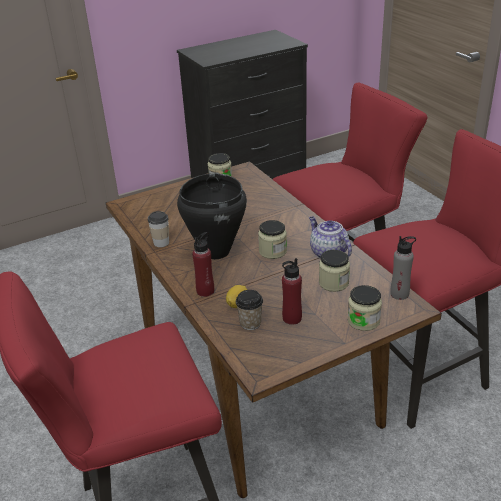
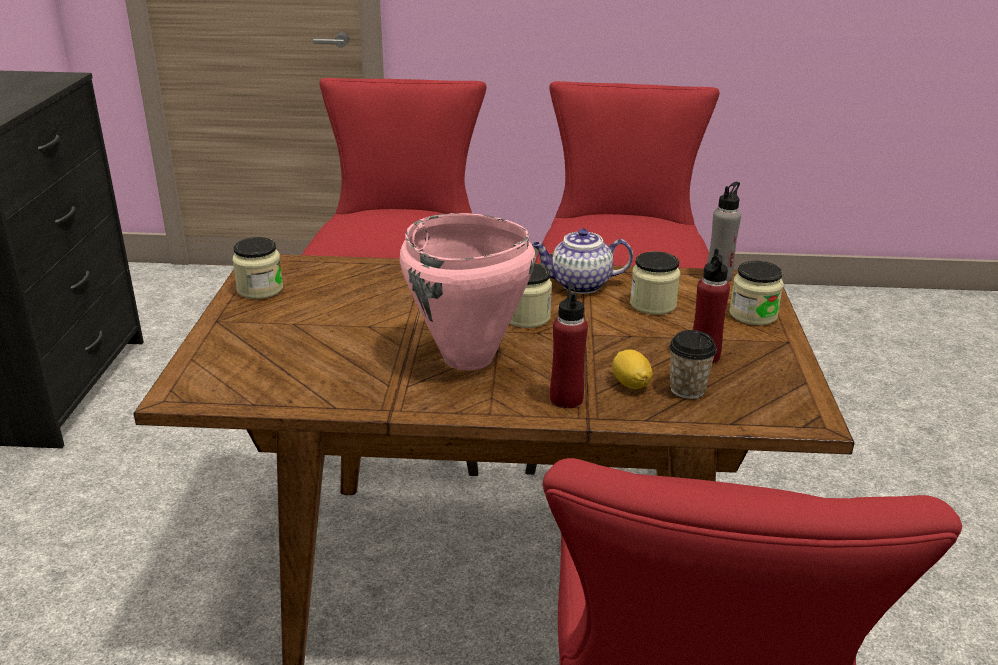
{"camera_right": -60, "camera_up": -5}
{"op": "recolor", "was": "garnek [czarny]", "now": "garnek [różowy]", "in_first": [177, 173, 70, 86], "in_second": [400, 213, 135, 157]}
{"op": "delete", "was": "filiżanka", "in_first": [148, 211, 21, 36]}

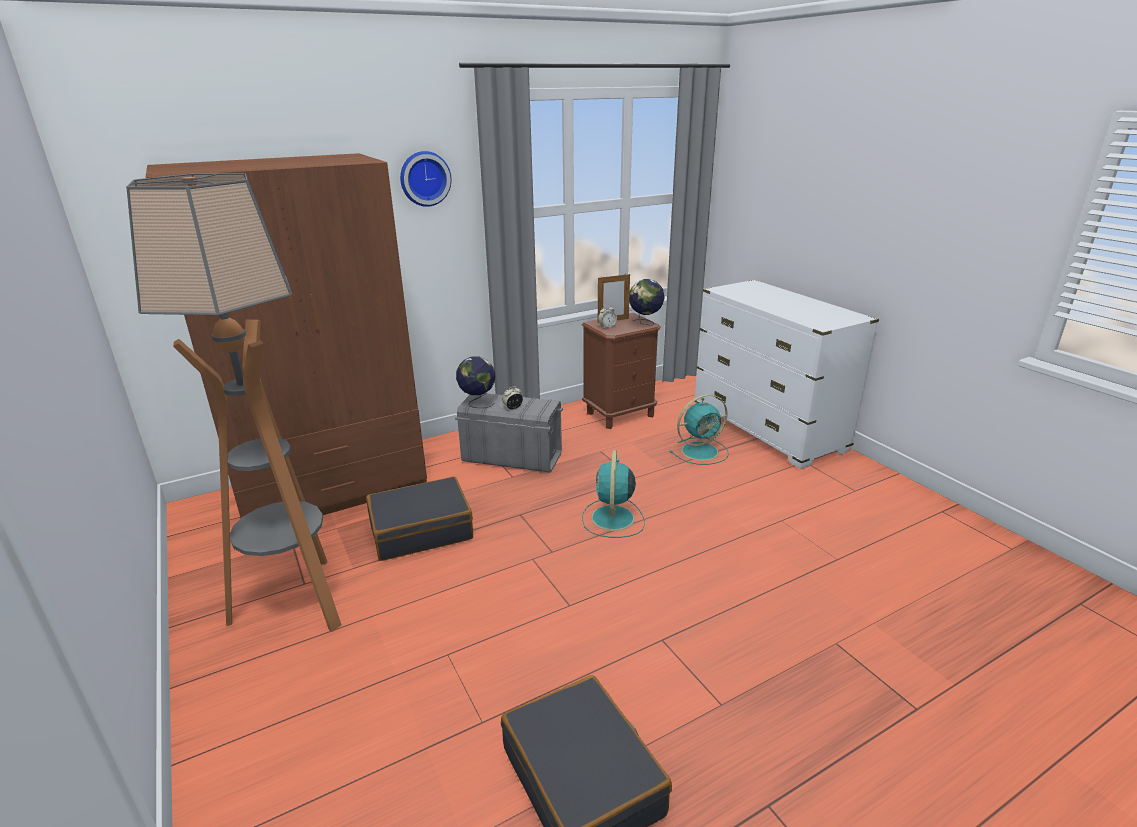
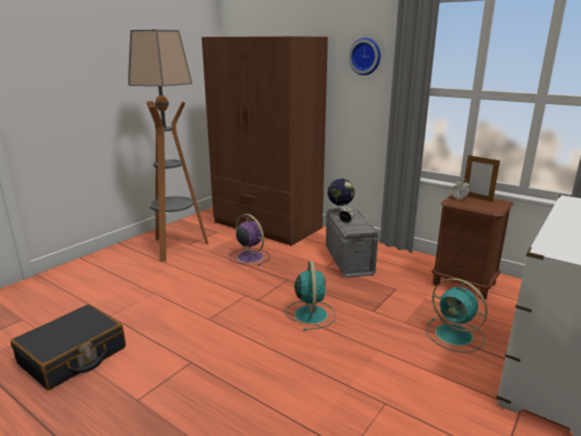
{"camera_right": 65, "camera_up": -5}
{"op": "replace", "was": "walizka [czarny]", "now": "wentylator [fioletowy]", "in_first": [366, 476, 107, 85], "in_second": [229, 214, 41, 52]}
{"op": "rotate", "was": "wentylator [turkusowy]", "in_first": [582, 450, 63, 88], "in_second": [286, 261, 50, 70], "clockwise": 105}
{"op": "delete", "was": "globus", "in_first": [629, 279, 36, 47]}

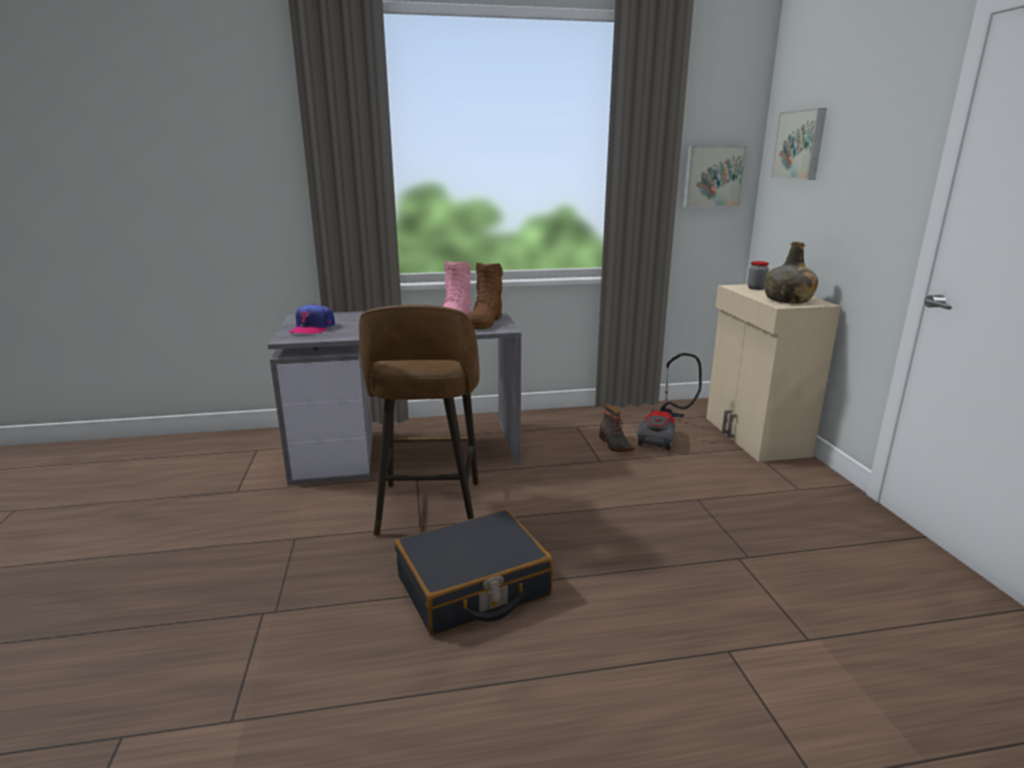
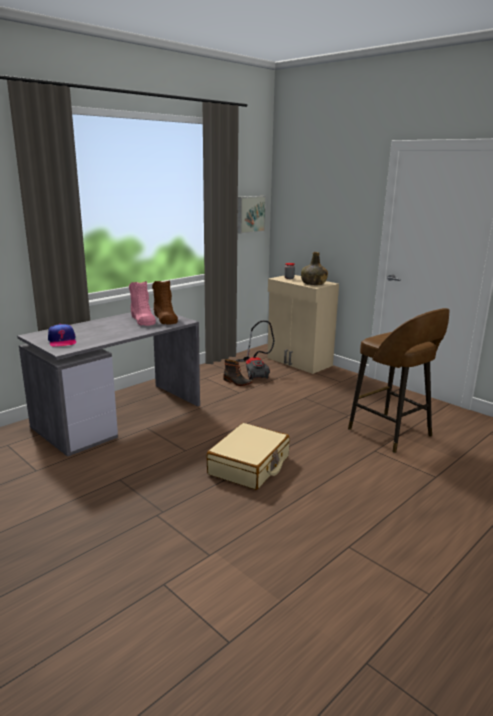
{"camera_right": -35, "camera_up": 0}
{"op": "recolor", "was": "walizka [czarny]", "now": "walizka [beżowy]", "in_first": [395, 510, 158, 125], "in_second": [207, 423, 83, 67]}
{"op": "move", "was": "stołek [brązowy]", "in_first": [359, 305, 120, 231], "in_second": [348, 308, 102, 145]}
{"op": "delete", "was": "obraz", "in_first": [771, 108, 56, 72]}

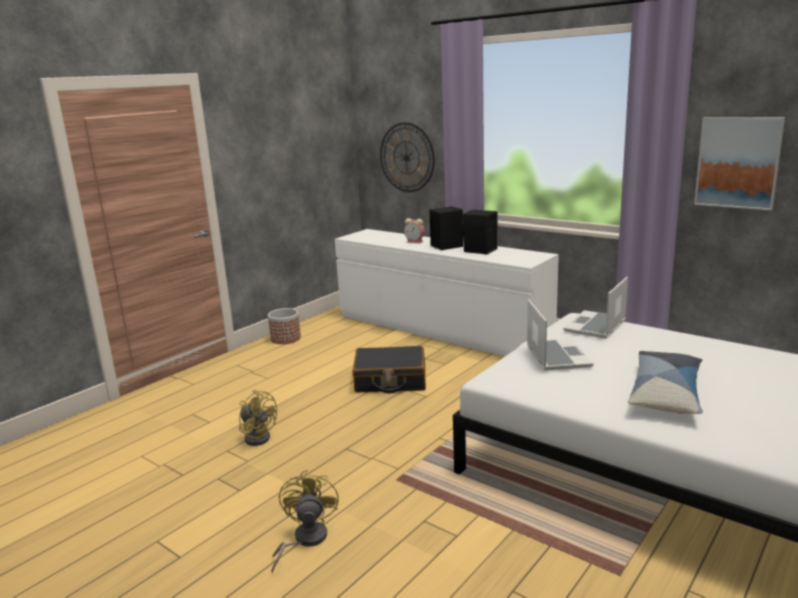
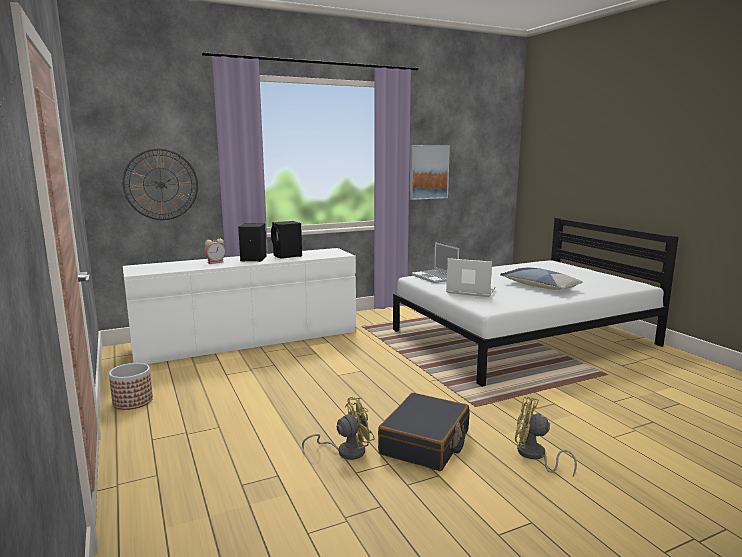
{"camera_right": -65, "camera_up": -5}
{"op": "move", "was": "walizka [czarny]", "in_first": [353, 346, 73, 47], "in_second": [378, 393, 92, 78]}

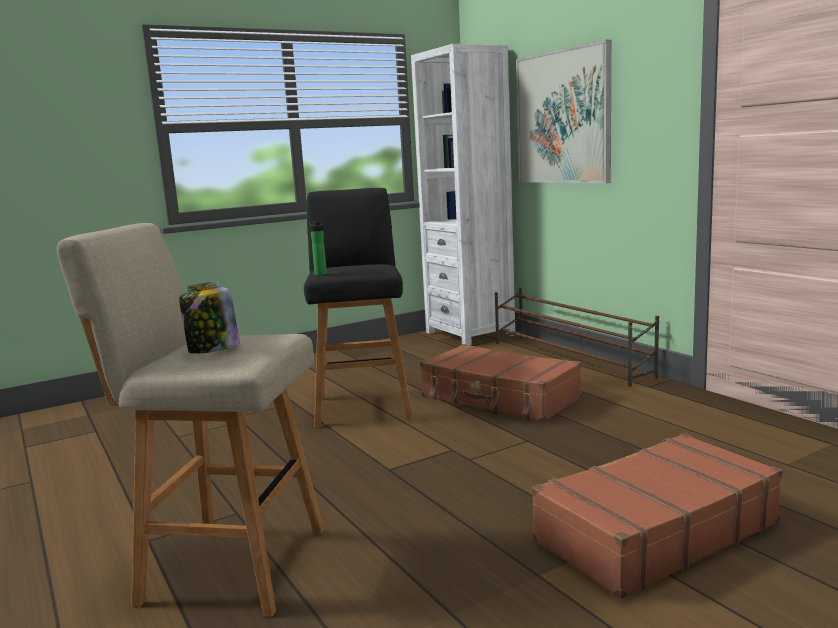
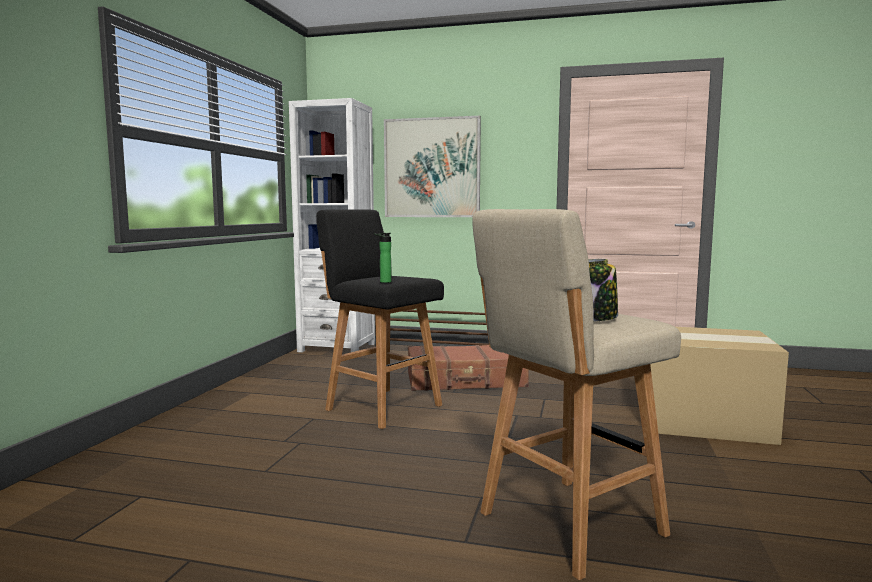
{"camera_right": -45, "camera_up": -5}
{"op": "replace", "was": "walizka [brązowy]", "now": "karton", "in_first": [532, 433, 251, 166], "in_second": [650, 327, 139, 118]}

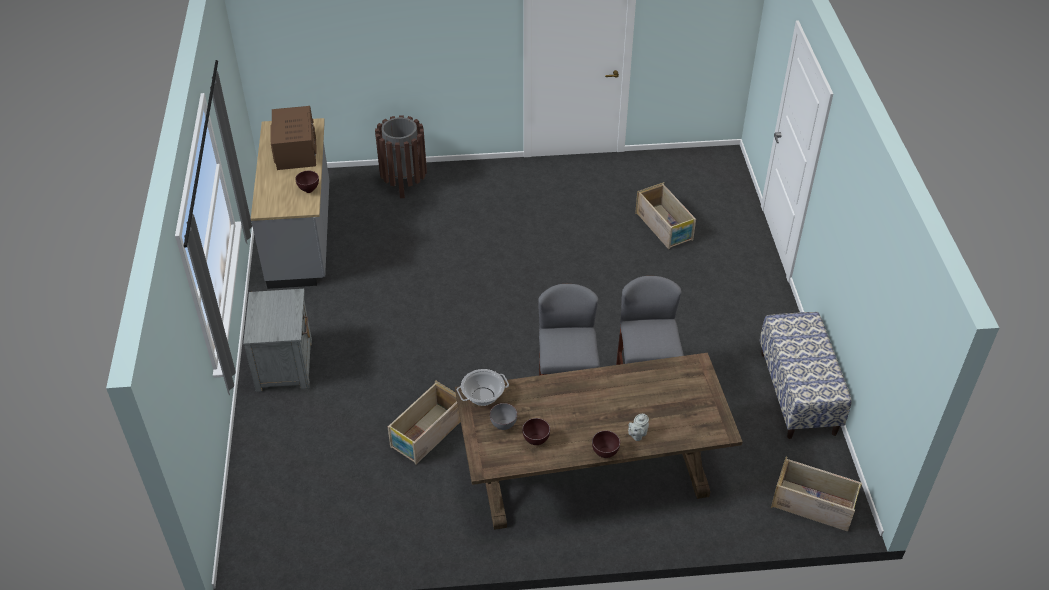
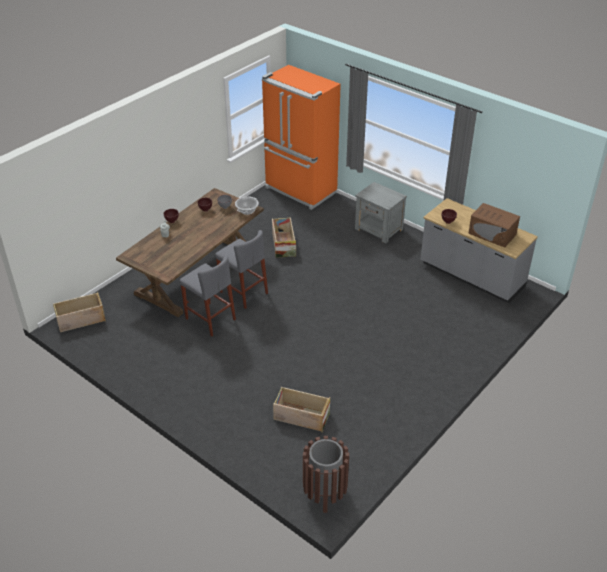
{"camera_right": 135, "camera_up": -5}
{"op": "insert", "now": "lodówka [pomarańczowy]", "in_second": [262, 65, 79, 145]}
{"op": "move", "was": "kosz na śmieci [brązowy]", "in_first": [375, 115, 52, 83], "in_second": [303, 436, 46, 77]}
{"op": "delete", "was": "ławka", "in_first": [759, 312, 93, 127]}

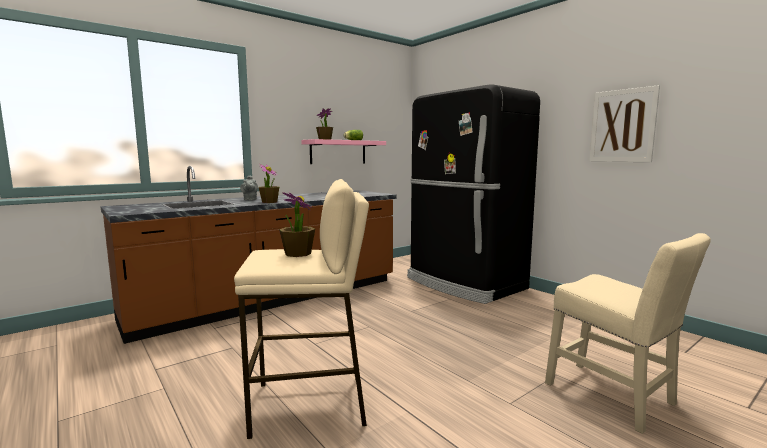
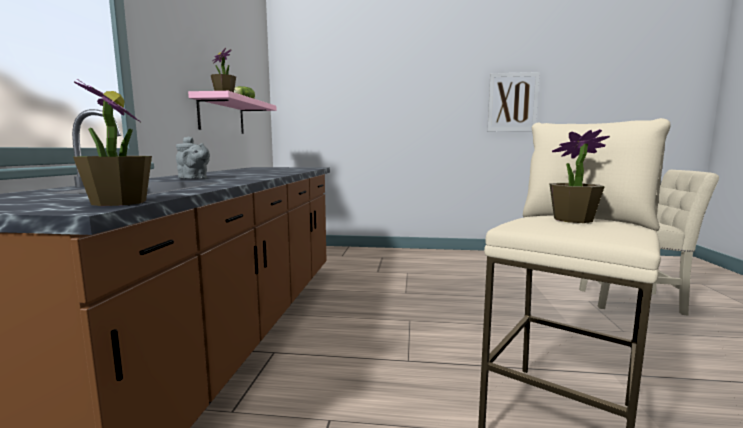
{"camera_right": -45, "camera_up": 0}
{"op": "move", "was": "roślina doniczkowa", "in_first": [259, 164, 20, 39], "in_second": [73, 79, 79, 127]}
{"op": "delete", "was": "lodówka [czarny]", "in_first": [407, 84, 133, 220]}

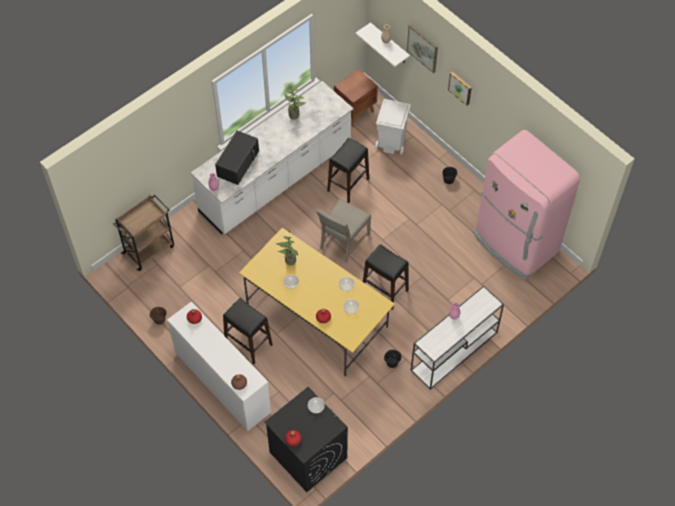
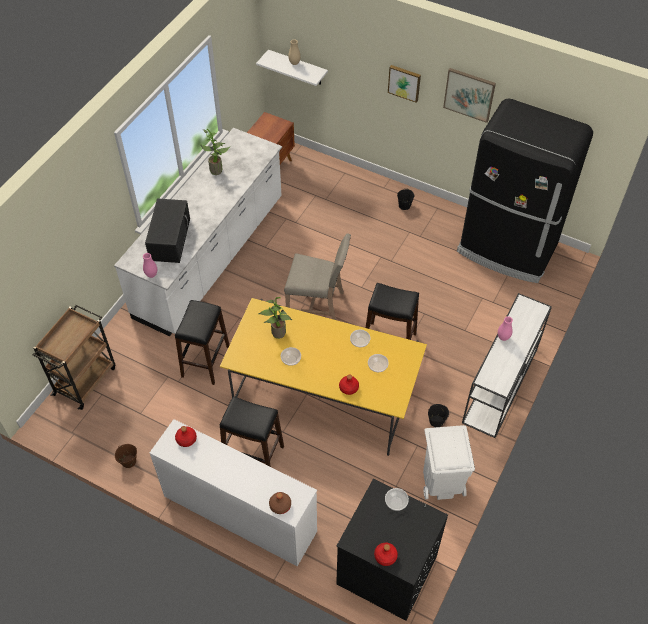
{"camera_right": -20, "camera_up": -5}
{"op": "move", "was": "stołek [czarny]", "in_first": [327, 138, 42, 65], "in_second": [175, 300, 54, 85]}
{"op": "rotate", "was": "krzesło [beżowy]", "in_first": [316, 199, 55, 64], "in_second": [284, 233, 67, 87], "clockwise": -90}
{"op": "move", "was": "kosz na śmieci [biały]", "in_first": [375, 99, 36, 56], "in_second": [423, 425, 52, 75]}
{"op": "move", "was": "obraz", "in_first": [407, 24, 31, 49], "in_second": [443, 68, 53, 55]}
{"op": "recolor", "was": "lodówka [różowy]", "now": "lodówka [czarny]", "in_first": [473, 130, 107, 150], "in_second": [457, 98, 136, 185]}

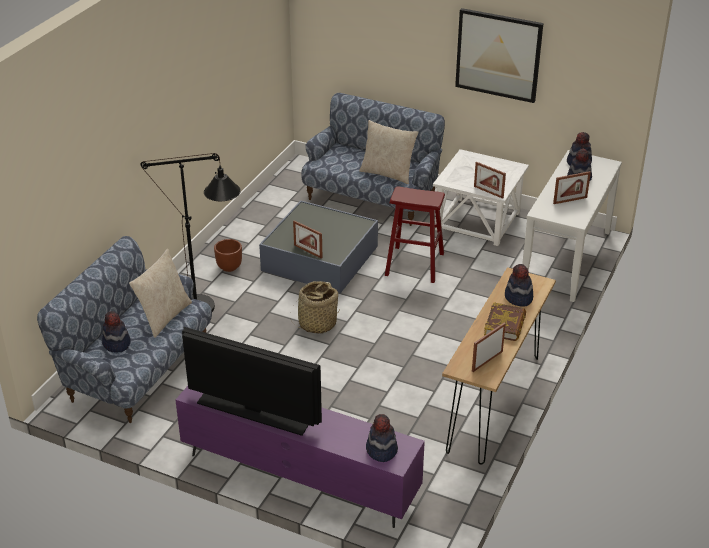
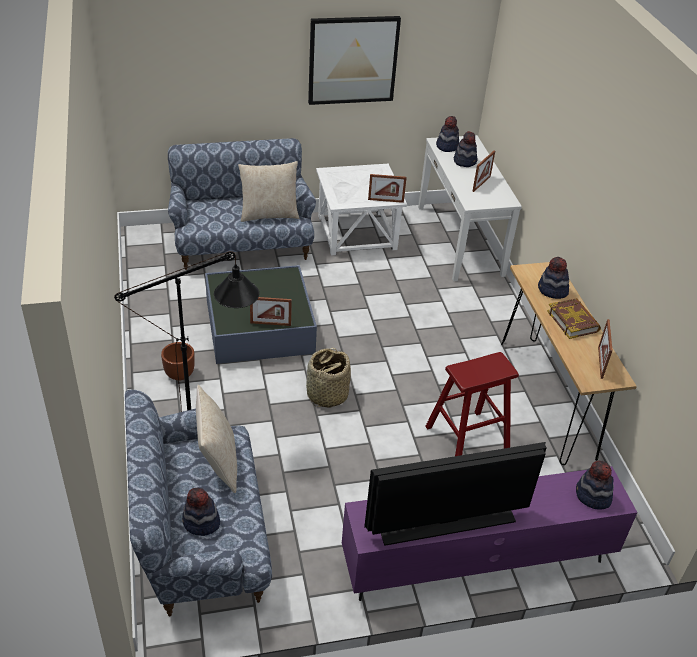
{"camera_right": -40, "camera_up": 5}
{"op": "move", "was": "stołek [czerwony]", "in_first": [385, 186, 60, 97], "in_second": [425, 352, 94, 104]}

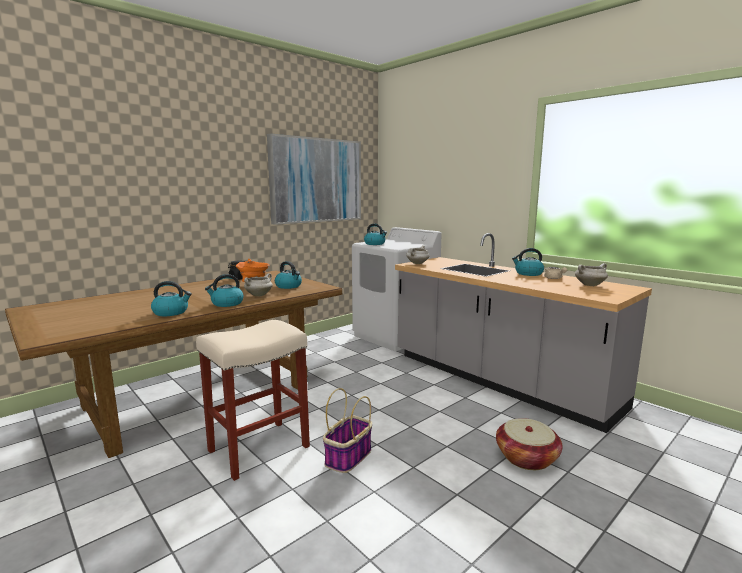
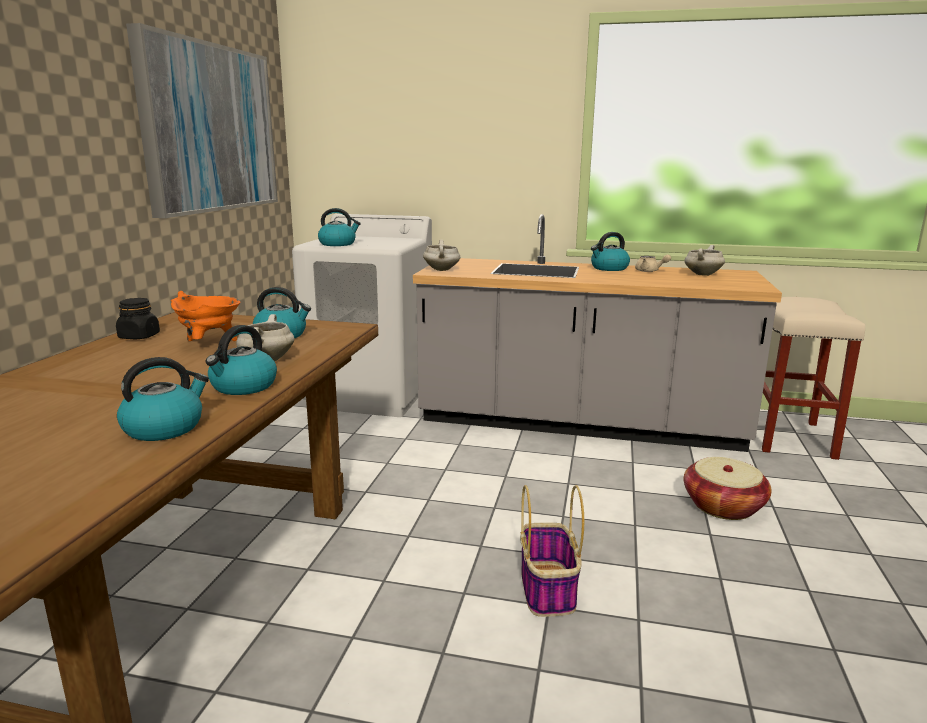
{"camera_right": -35, "camera_up": 5}
{"op": "move", "was": "stołek [beżowy]", "in_first": [196, 320, 114, 161], "in_second": [762, 297, 103, 163]}

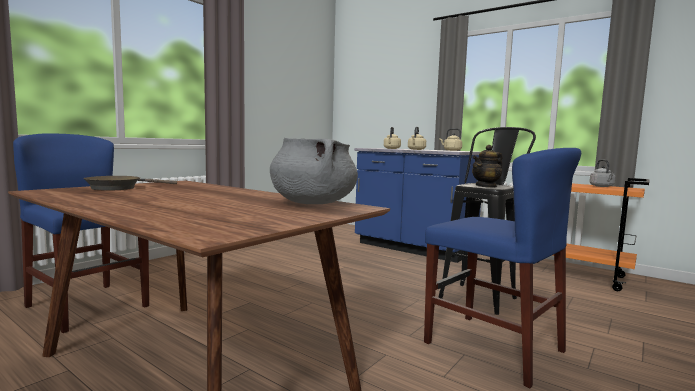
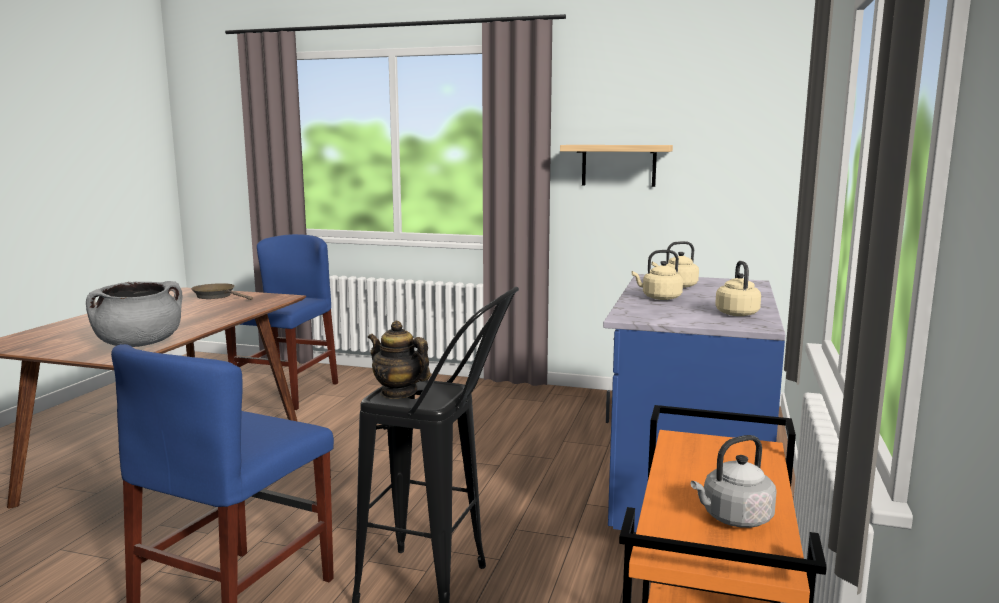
{"camera_right": 70, "camera_up": 5}
{"op": "insert", "now": "półka", "in_second": [560, 145, 113, 42]}

